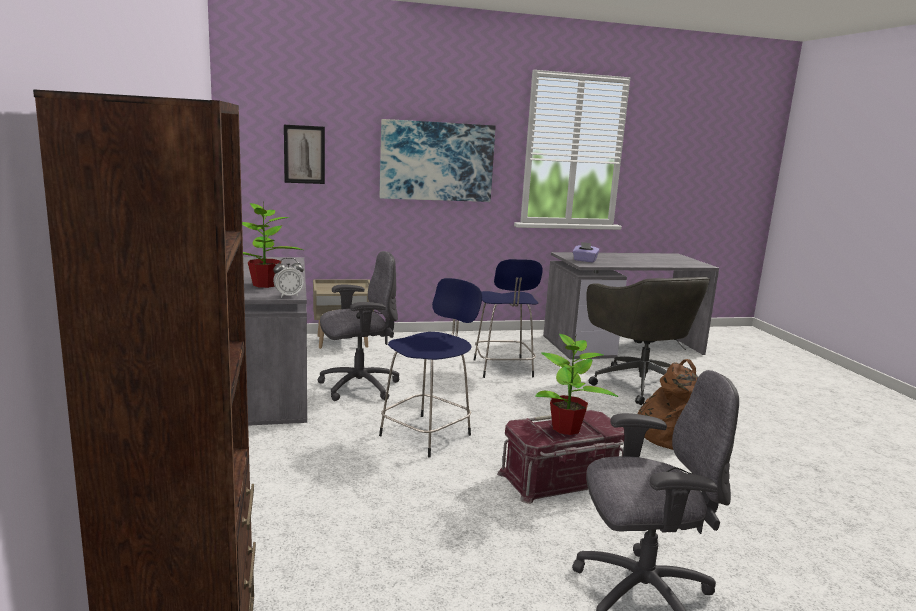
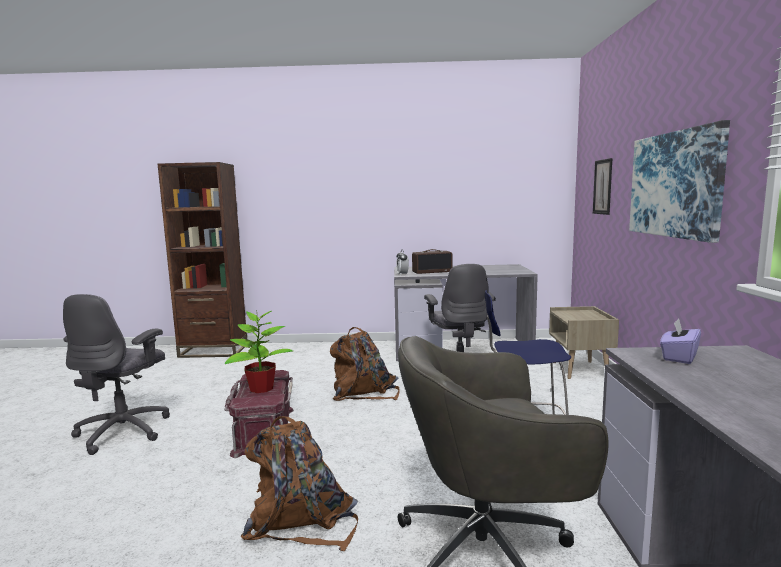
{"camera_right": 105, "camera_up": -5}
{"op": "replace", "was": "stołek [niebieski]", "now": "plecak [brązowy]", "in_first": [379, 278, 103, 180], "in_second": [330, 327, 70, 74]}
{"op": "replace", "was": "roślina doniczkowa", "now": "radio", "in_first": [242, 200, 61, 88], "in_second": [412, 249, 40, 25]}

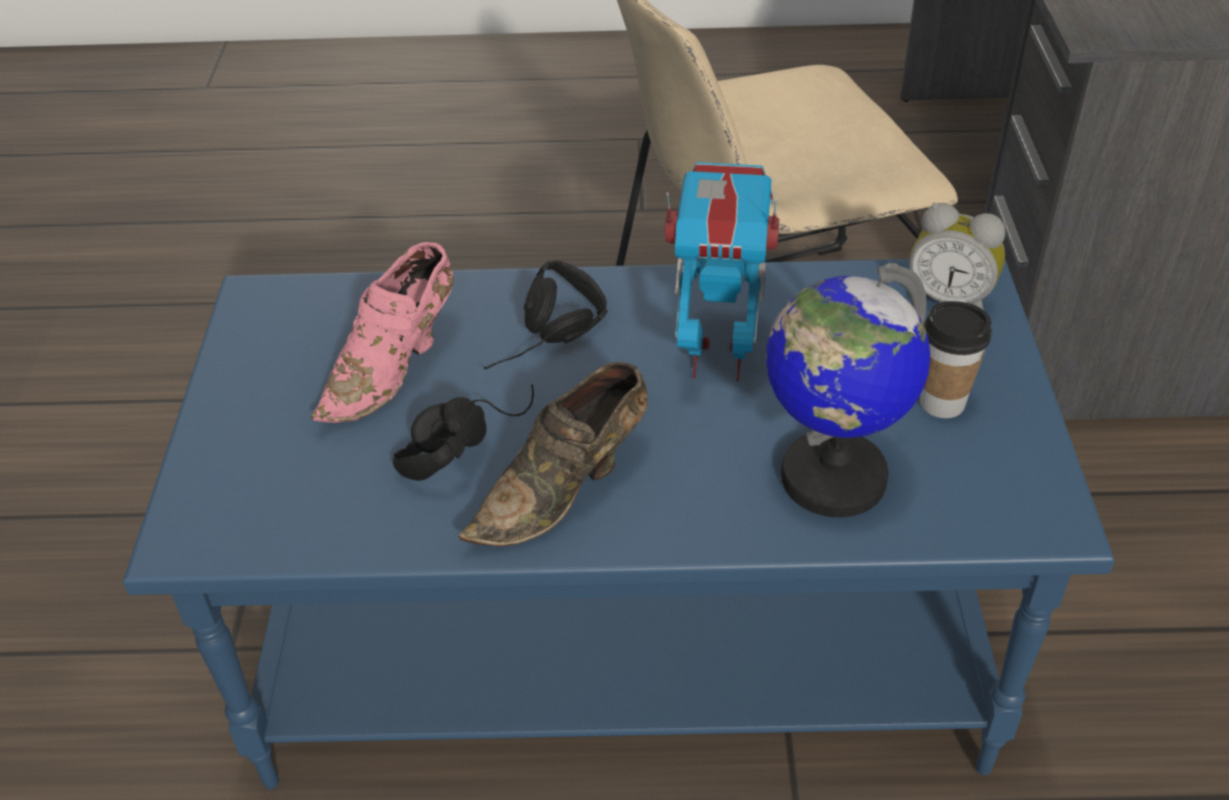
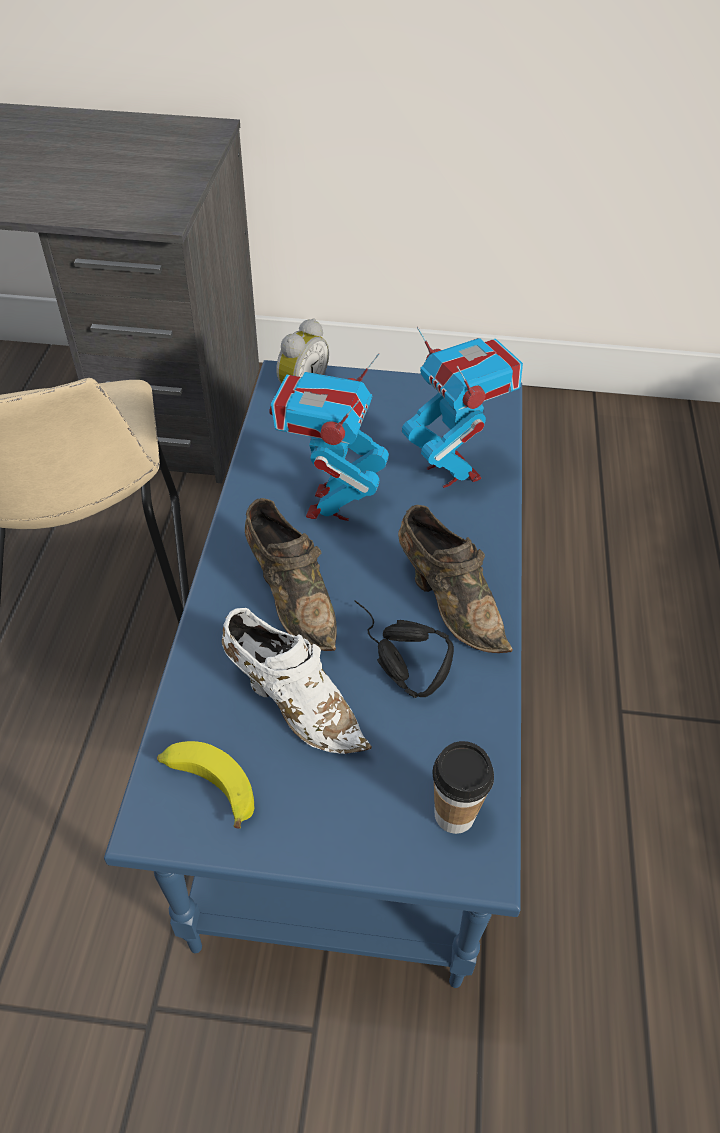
{"camera_right": -85, "camera_up": 5}
{"op": "insert", "now": "banan", "in_second": [157, 741, 97, 88]}
{"op": "recolor", "was": "but [różowy]", "now": "but [biały]", "in_first": [311, 242, 143, 181], "in_second": [222, 608, 150, 146]}
{"op": "replace", "was": "słuchawki [czarny]", "now": "but [brązowy]", "in_first": [484, 261, 124, 108], "in_second": [245, 498, 92, 153]}
{"op": "replace", "was": "globus", "now": "robot zabawkowy", "in_first": [766, 263, 164, 254], "in_second": [402, 327, 121, 161]}
{"op": "move", "was": "filiżanka", "in_first": [920, 301, 72, 117], "in_second": [432, 741, 62, 93]}

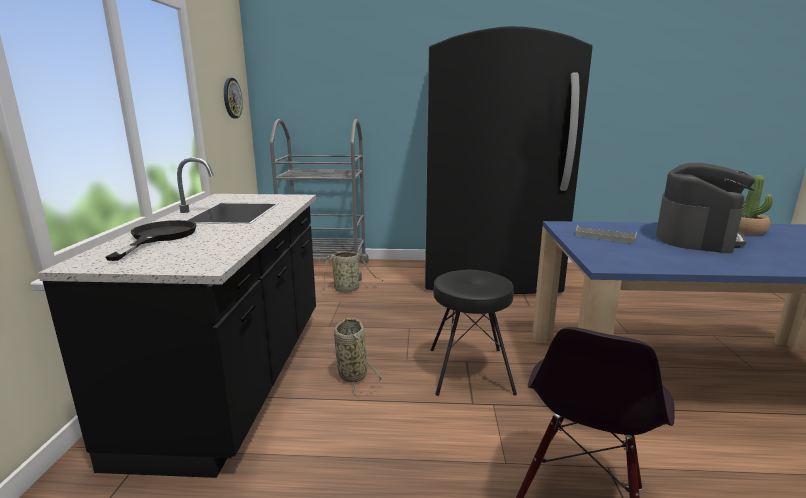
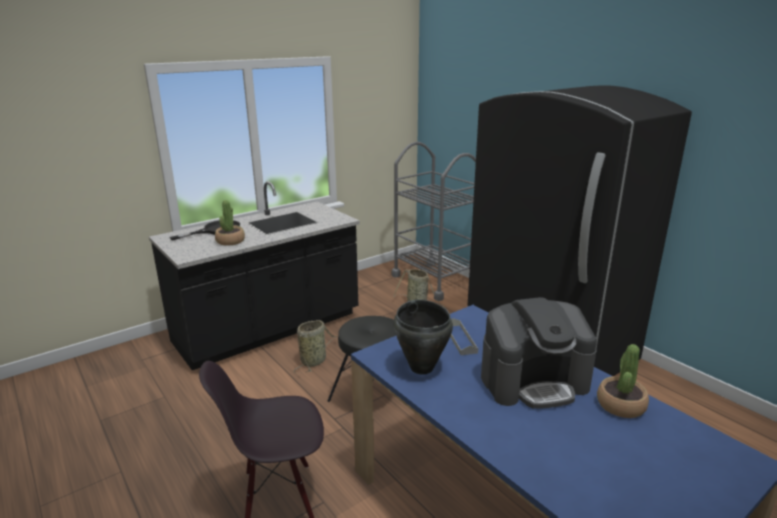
{"camera_right": 50, "camera_up": 5}
{"op": "insert", "now": "roślina doniczkowa", "in_second": [215, 200, 30, 46]}
{"op": "insert", "now": "garnek [czarny]", "in_second": [393, 300, 60, 74]}
{"op": "delete", "was": "zegar ścienny", "in_first": [224, 78, 19, 41]}

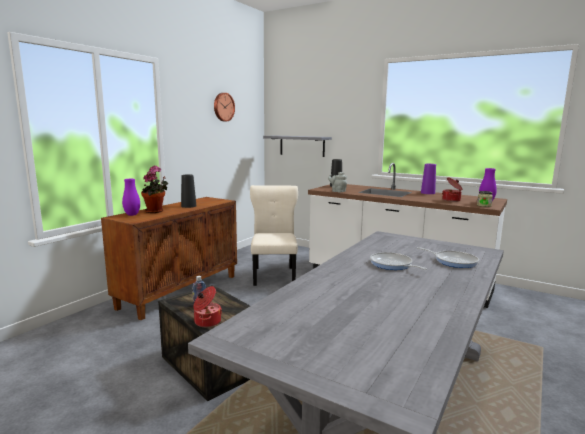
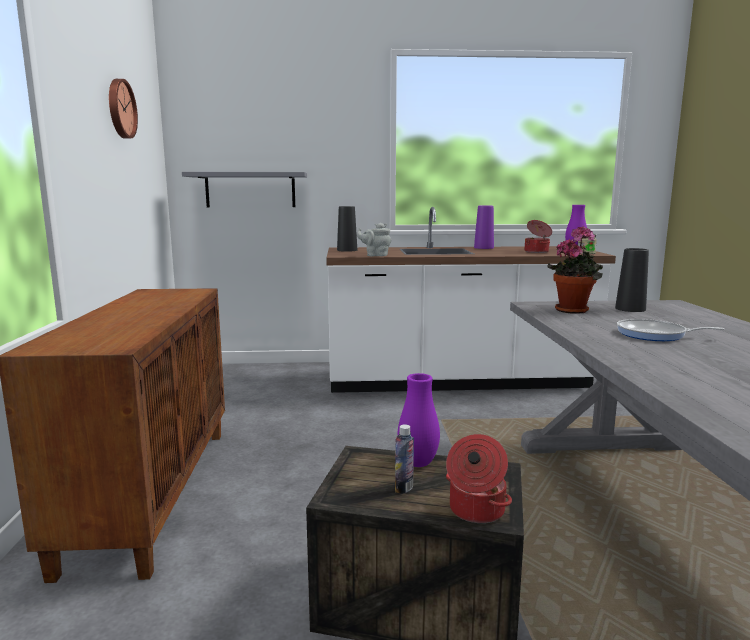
{"camera_right": -35, "camera_up": 0}
{"op": "move", "was": "wazon [fioletowy]", "in_first": [122, 179, 18, 37], "in_second": [398, 373, 42, 94]}
{"op": "move", "was": "roślina doniczkowa", "in_first": [141, 165, 27, 48], "in_second": [547, 226, 56, 88]}
{"op": "move", "was": "wazon [czarny]", "in_first": [181, 174, 15, 34], "in_second": [615, 248, 34, 64]}
{"op": "delete", "was": "krzesło [beżowy]", "in_first": [250, 185, 48, 101]}
{"op": "delete", "was": "patelnia", "in_first": [417, 247, 62, 21]}

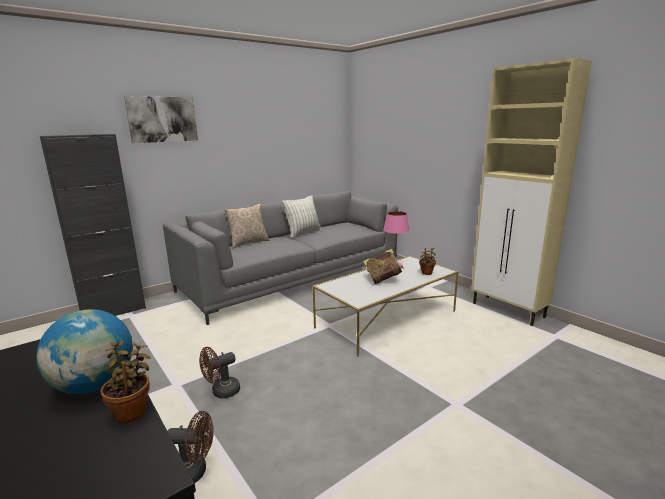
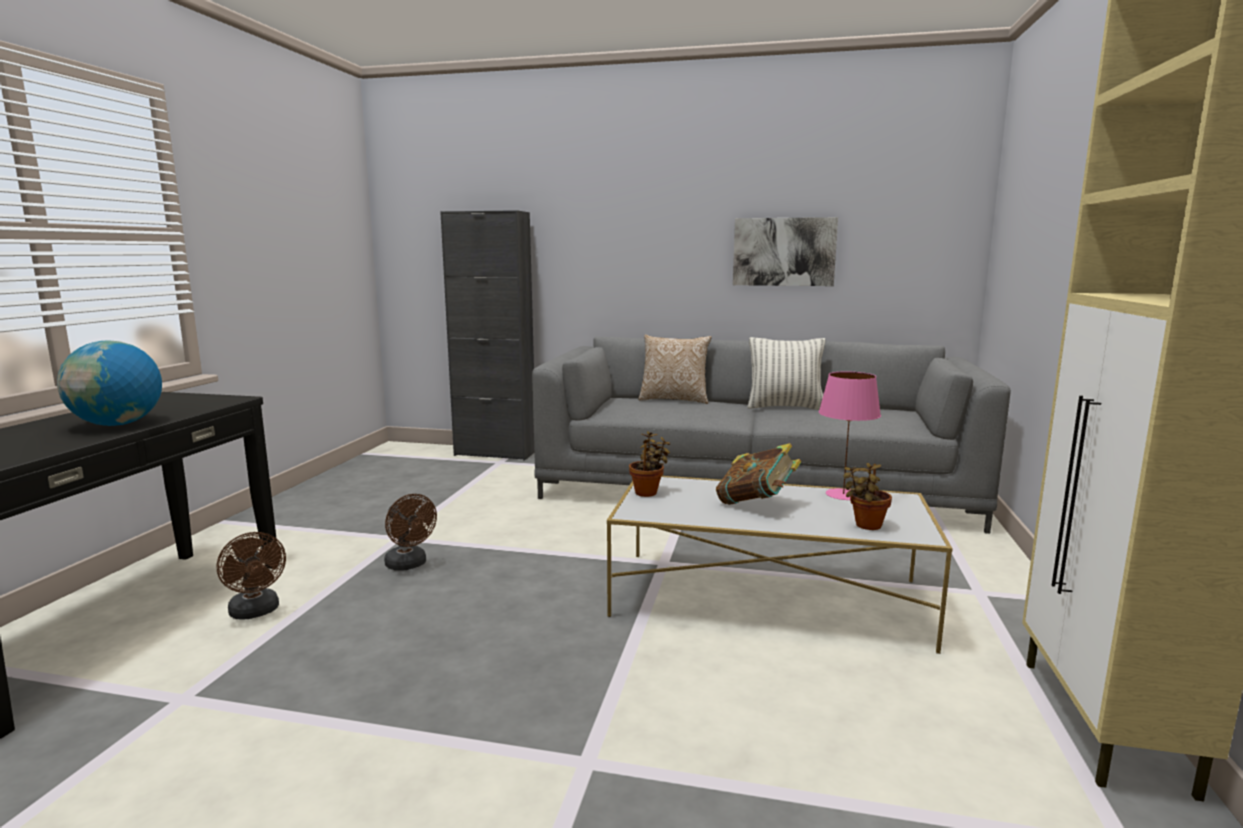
{"camera_right": 50, "camera_up": -5}
{"op": "rotate", "was": "wentylator [brązowy]", "in_first": [199, 347, 41, 51], "in_second": [384, 494, 53, 77], "clockwise": -150}
{"op": "move", "was": "roślina doniczkowa", "in_first": [101, 341, 49, 83], "in_second": [629, 431, 41, 66]}
{"op": "move", "was": "obraz", "in_first": [124, 96, 74, 47], "in_second": [733, 217, 105, 69]}

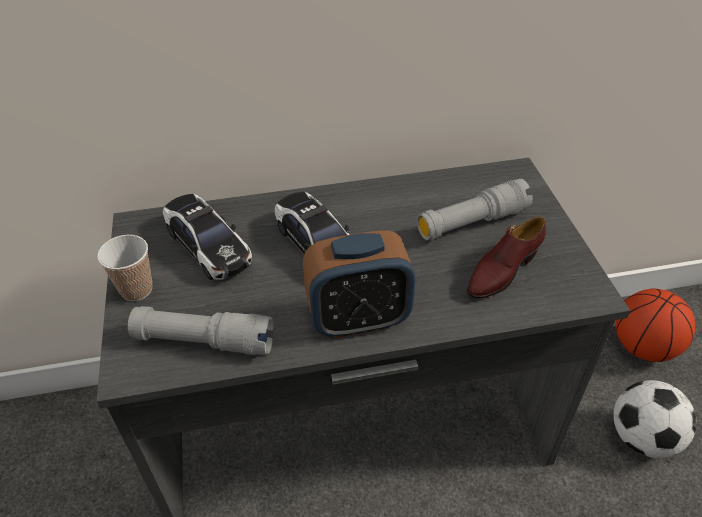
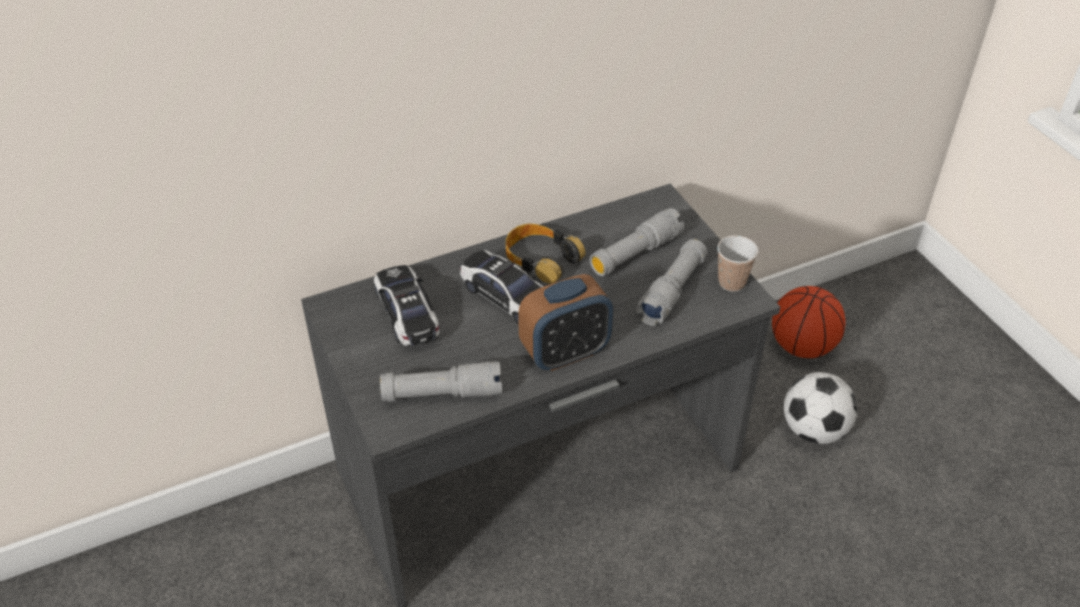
{"camera_right": -15, "camera_up": 0}
{"op": "rotate", "was": "samochodzik", "in_first": [163, 194, 89, 86], "in_second": [373, 265, 67, 81], "clockwise": -150}
{"op": "insert", "now": "słuchawki", "in_second": [505, 224, 81, 60]}
{"op": "replace", "was": "but [brązowy]", "now": "latarka [szary]", "in_first": [467, 217, 79, 81], "in_second": [636, 239, 71, 87]}
{"op": "move", "was": "filiżanka", "in_first": [97, 235, 56, 66], "in_second": [717, 236, 41, 56]}

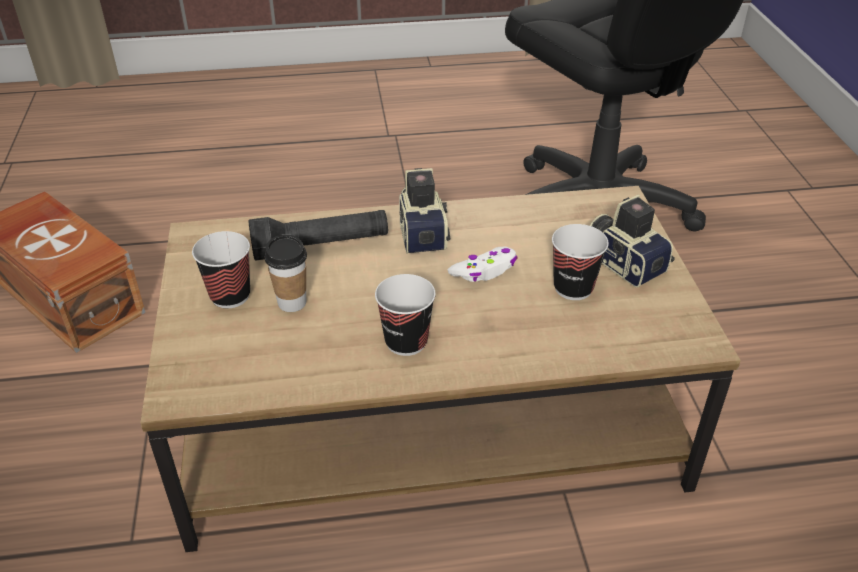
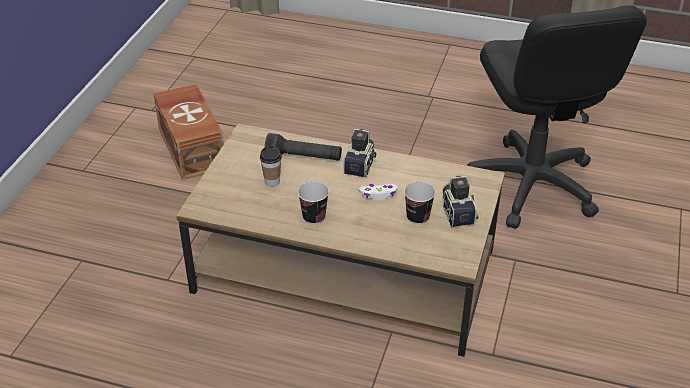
{"camera_right": 25, "camera_up": 0}
{"op": "delete", "was": "filiżanka", "in_first": [192, 231, 58, 77]}

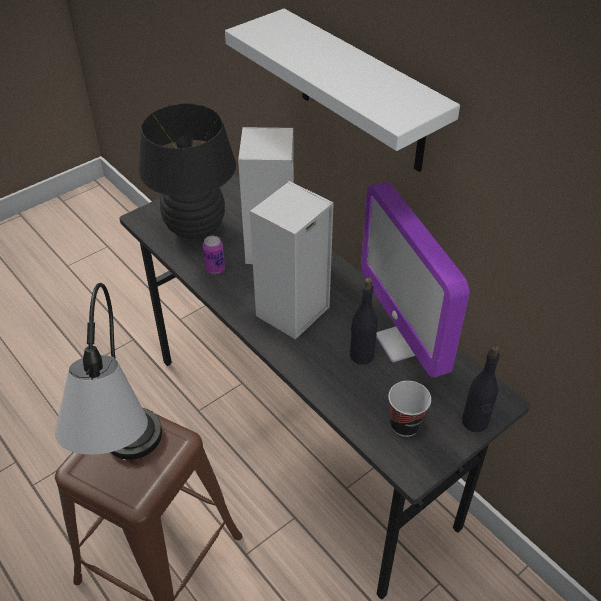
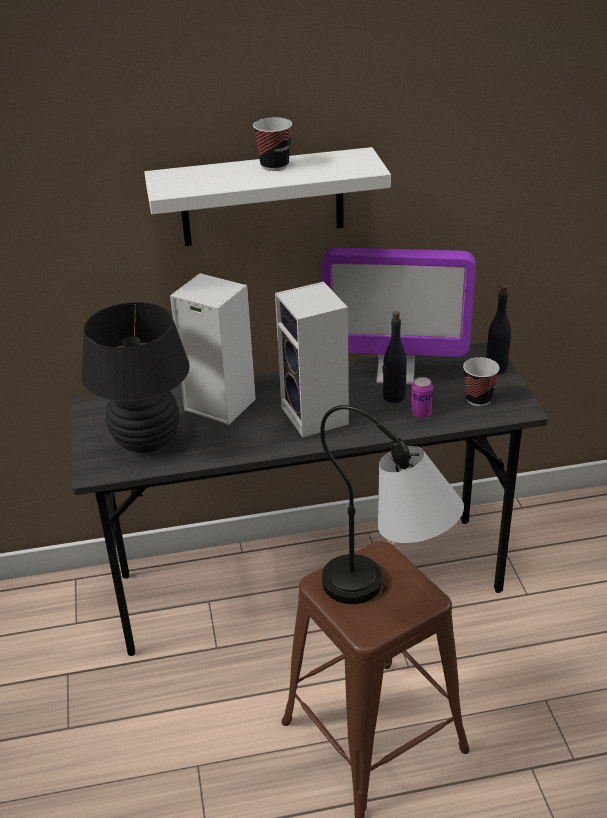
{"camera_right": -60, "camera_up": -10}
{"op": "insert", "now": "filiżanka", "in_second": [253, 117, 39, 54]}
{"op": "move", "was": "puszka", "in_first": [203, 236, 22, 38], "in_second": [411, 377, 22, 42]}

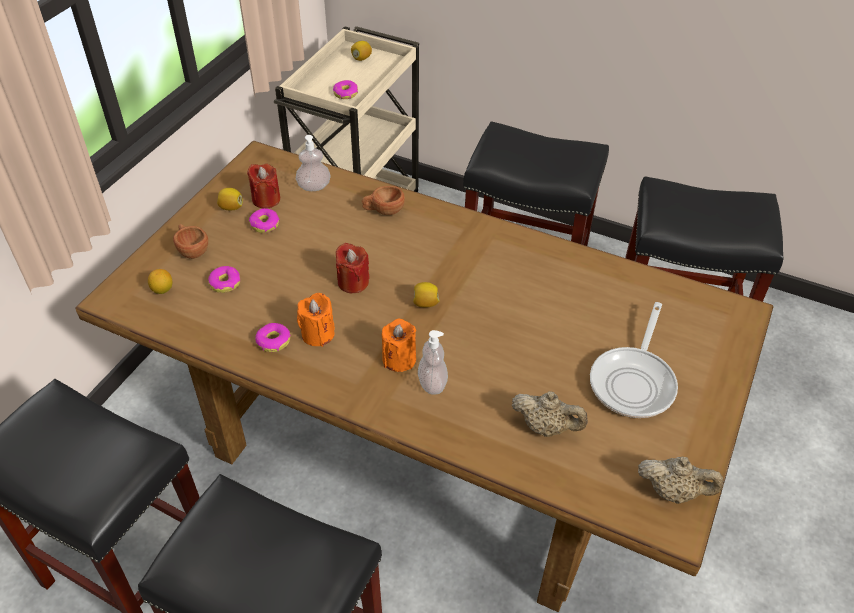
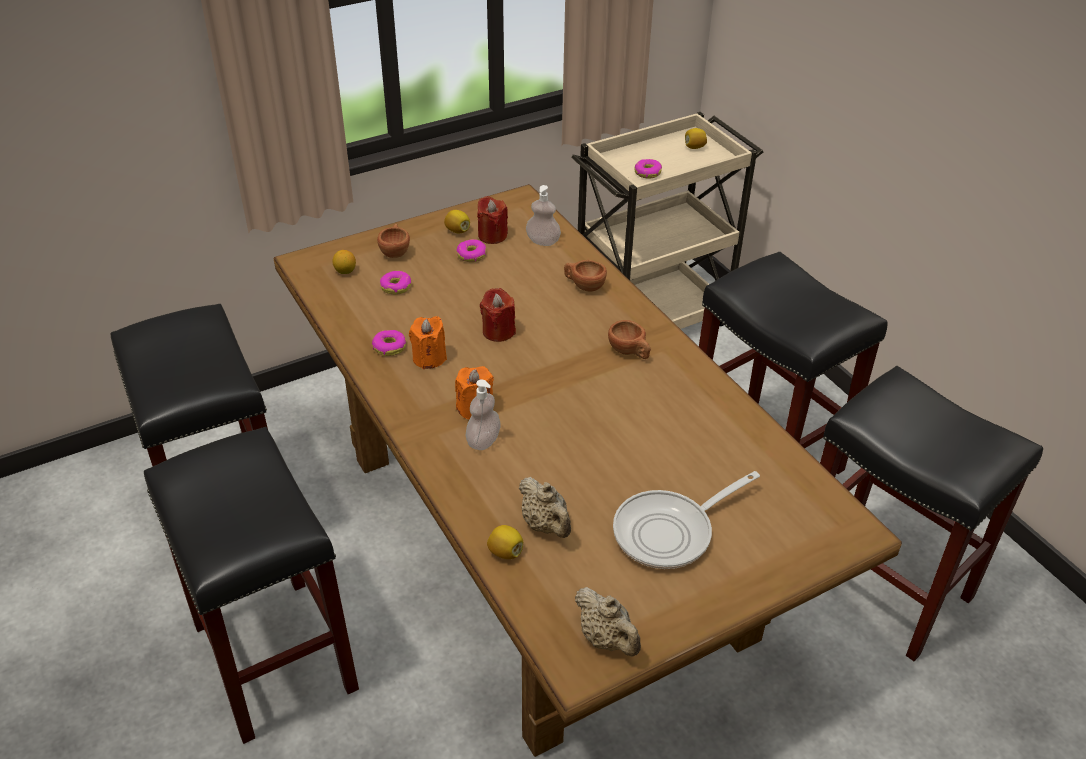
{"camera_right": 35, "camera_up": -5}
{"op": "move", "was": "cytryna", "in_first": [413, 282, 27, 25], "in_second": [487, 525, 36, 34]}
{"op": "insert", "now": "filiżanka [brązowy]", "in_second": [608, 320, 43, 39]}

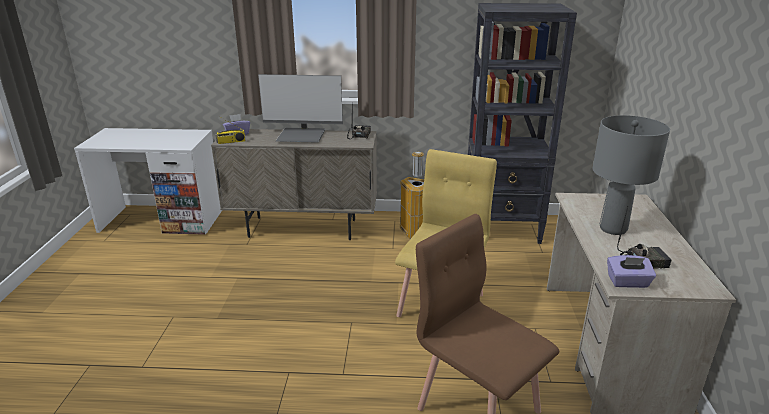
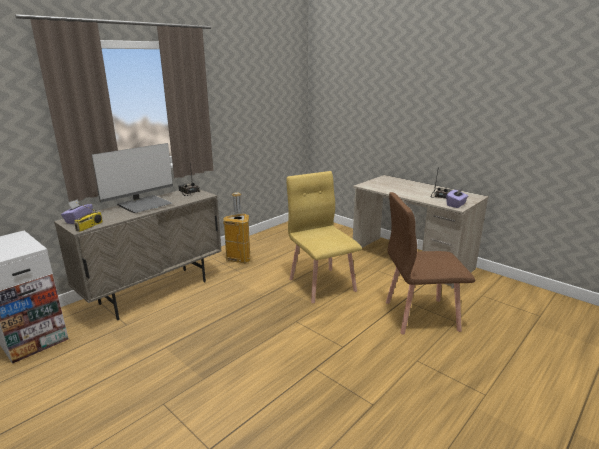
{"camera_right": -50, "camera_up": -5}
{"op": "delete", "was": "regał [czarny]", "in_first": [468, 3, 109, 241]}
{"op": "delete", "was": "lampa stołowa [szary]", "in_first": [592, 115, 78, 120]}

